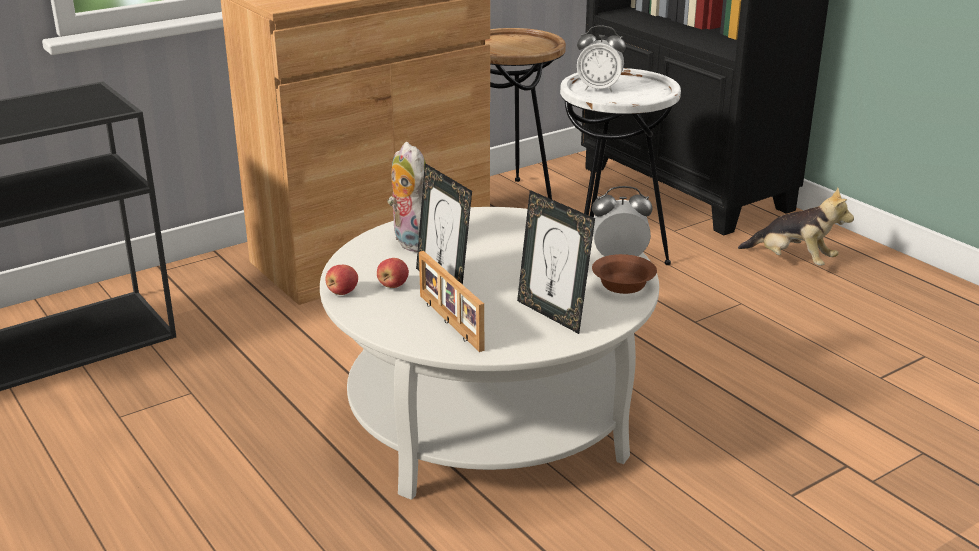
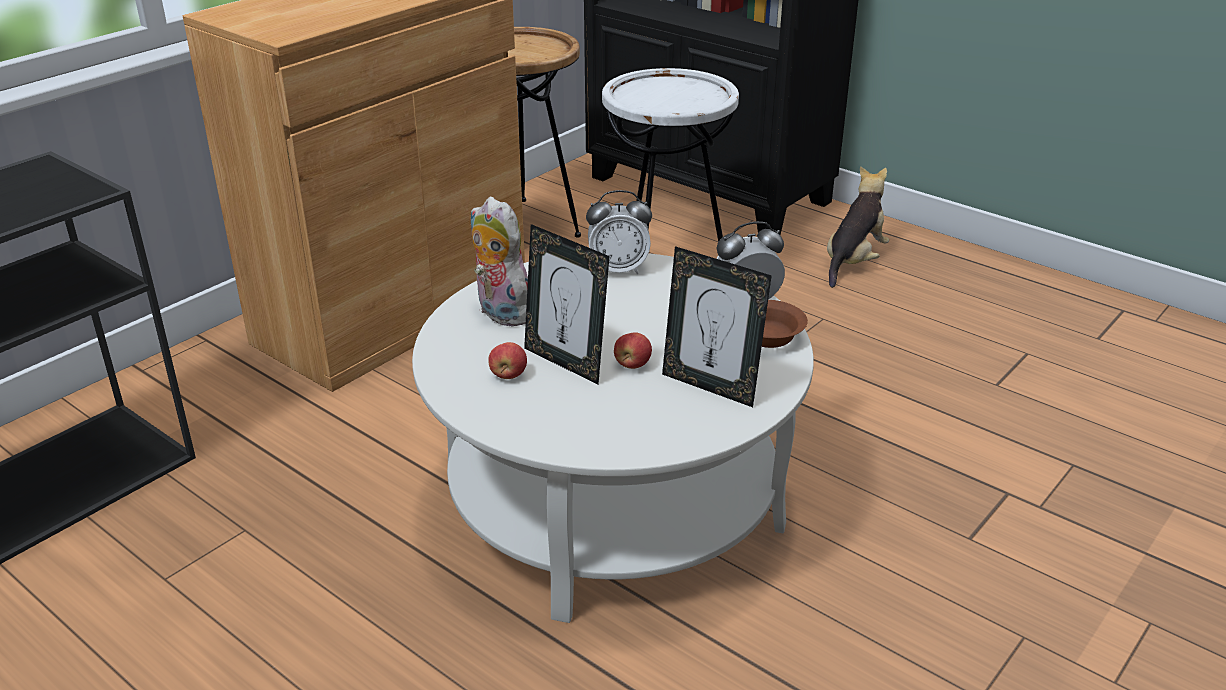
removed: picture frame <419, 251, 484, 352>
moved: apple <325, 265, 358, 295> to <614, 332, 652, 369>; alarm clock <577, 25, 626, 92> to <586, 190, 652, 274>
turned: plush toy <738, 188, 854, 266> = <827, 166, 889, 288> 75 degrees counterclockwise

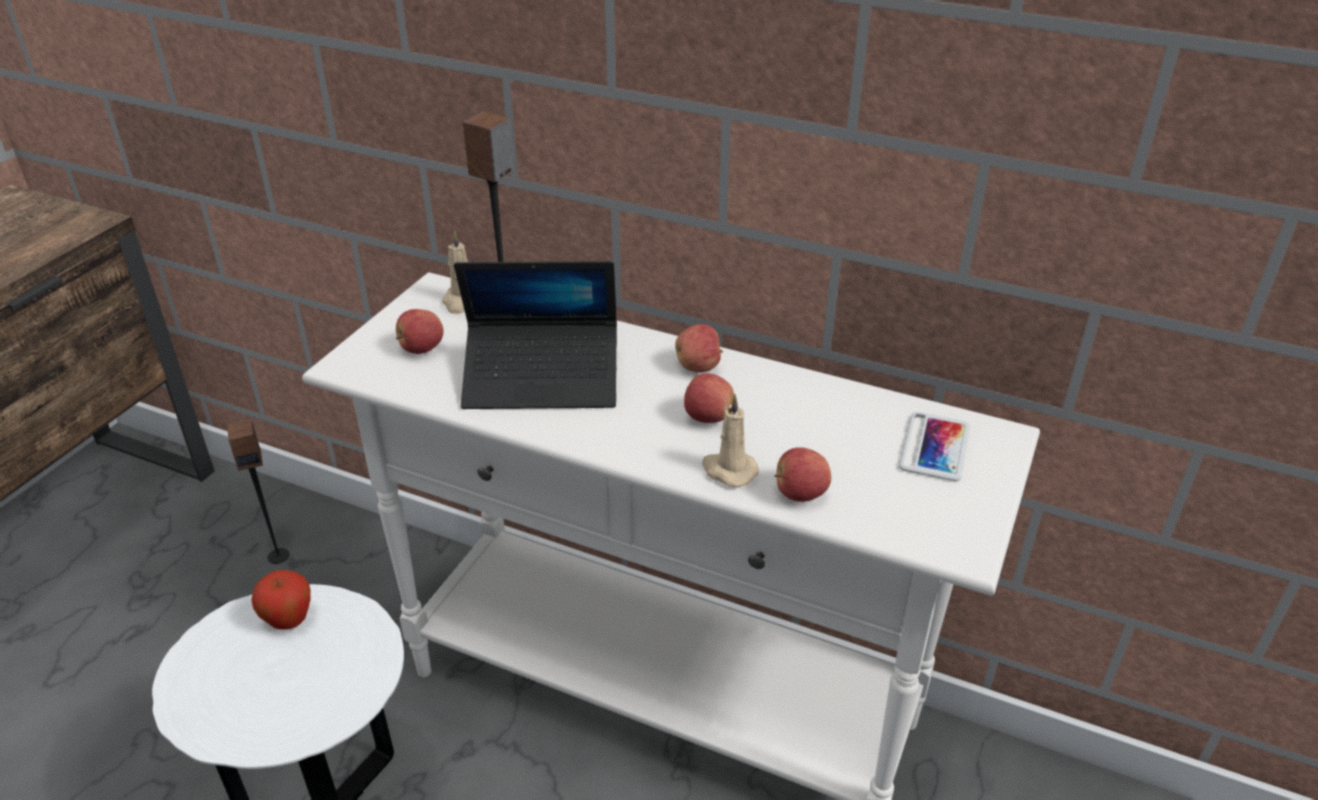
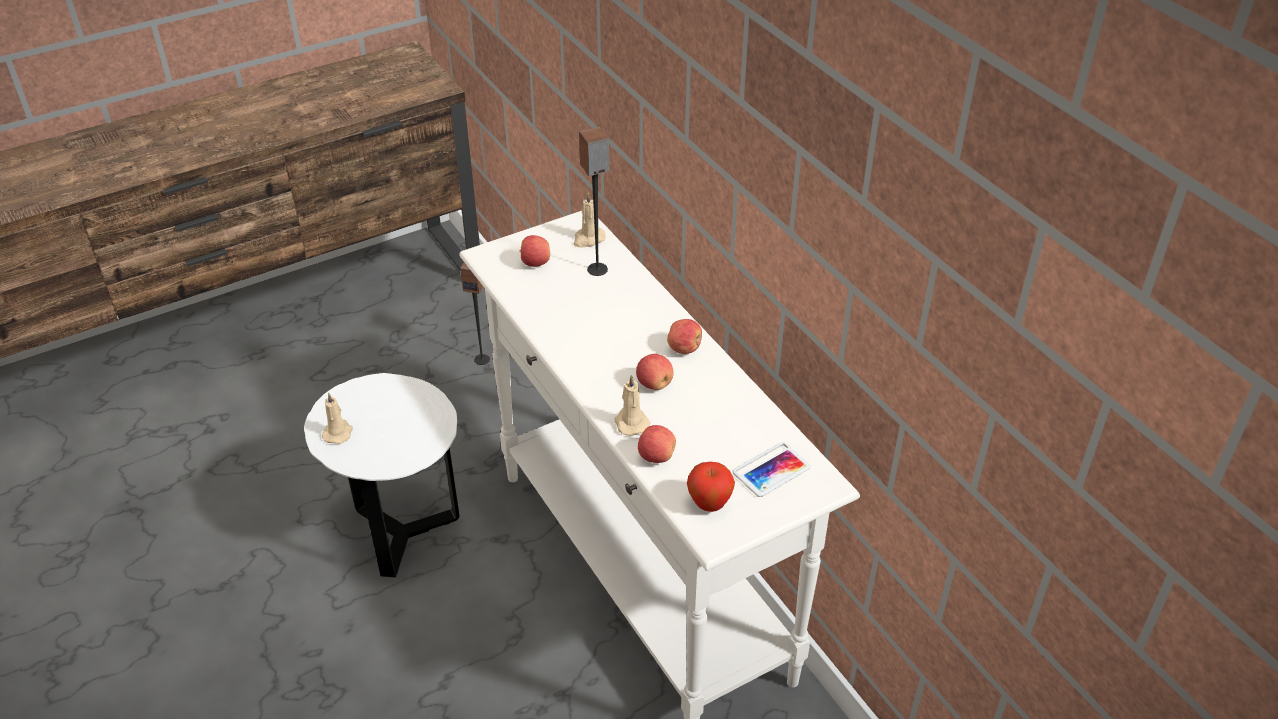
removed: laptop <454, 261, 617, 409>
added: candle in beige <322, 393, 353, 444>
moved: apple <251, 570, 311, 630> to <687, 462, 735, 512>

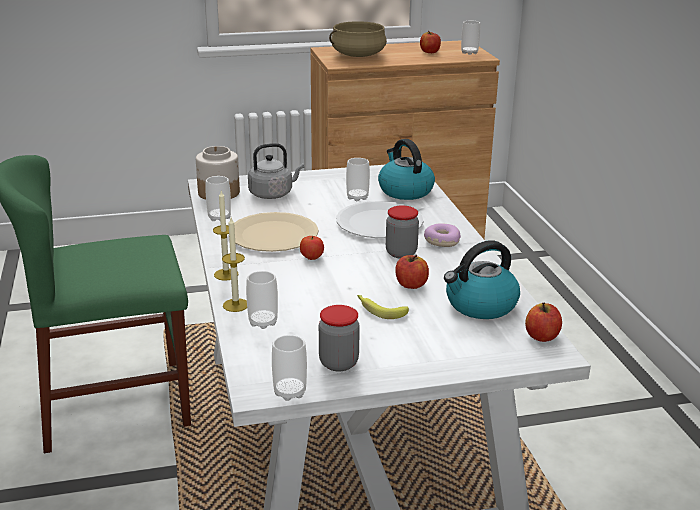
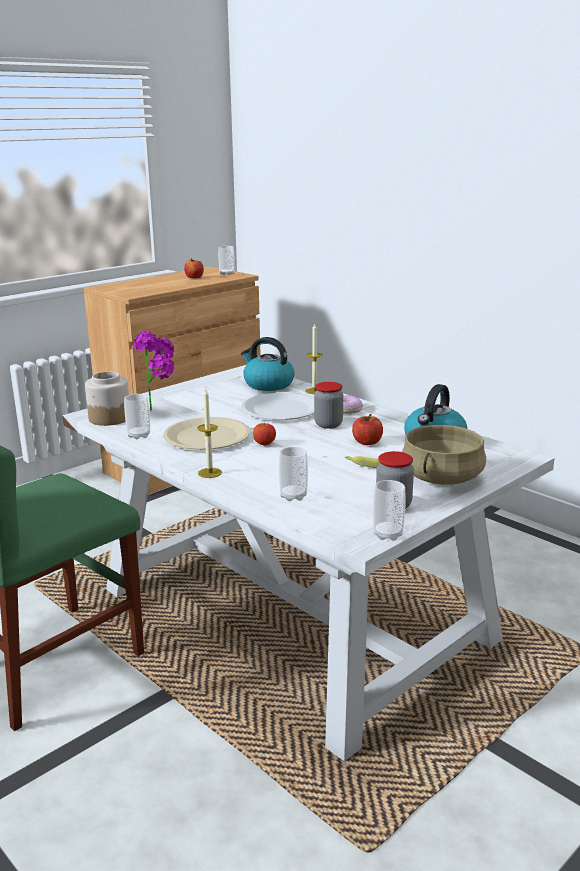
removed: cup <346, 158, 370, 201>; apple <525, 303, 562, 342>
moved: candle <222, 217, 247, 312> to <305, 323, 322, 394>; cooking pot in beige <329, 21, 387, 57> to <402, 425, 486, 485>
replaced: kettle in grey <248, 143, 304, 199> to potted plant <133, 332, 175, 410>

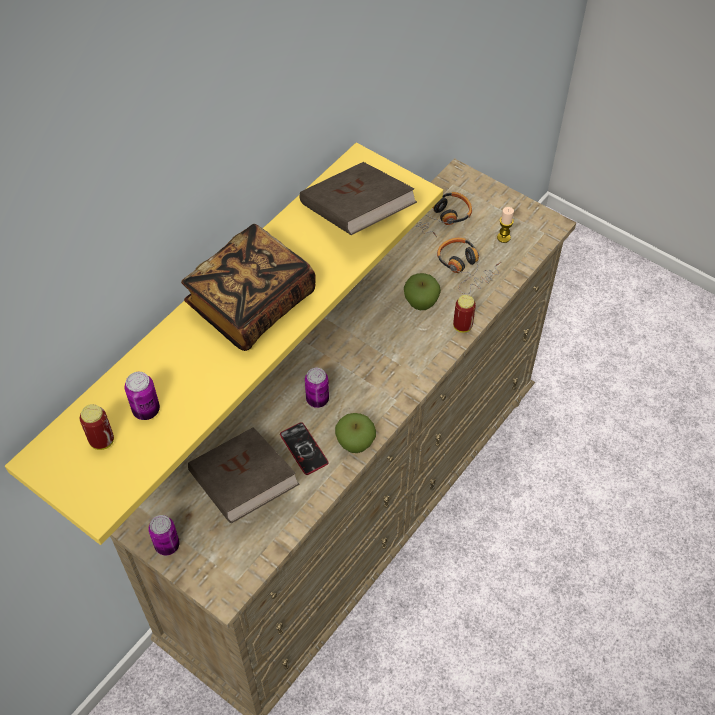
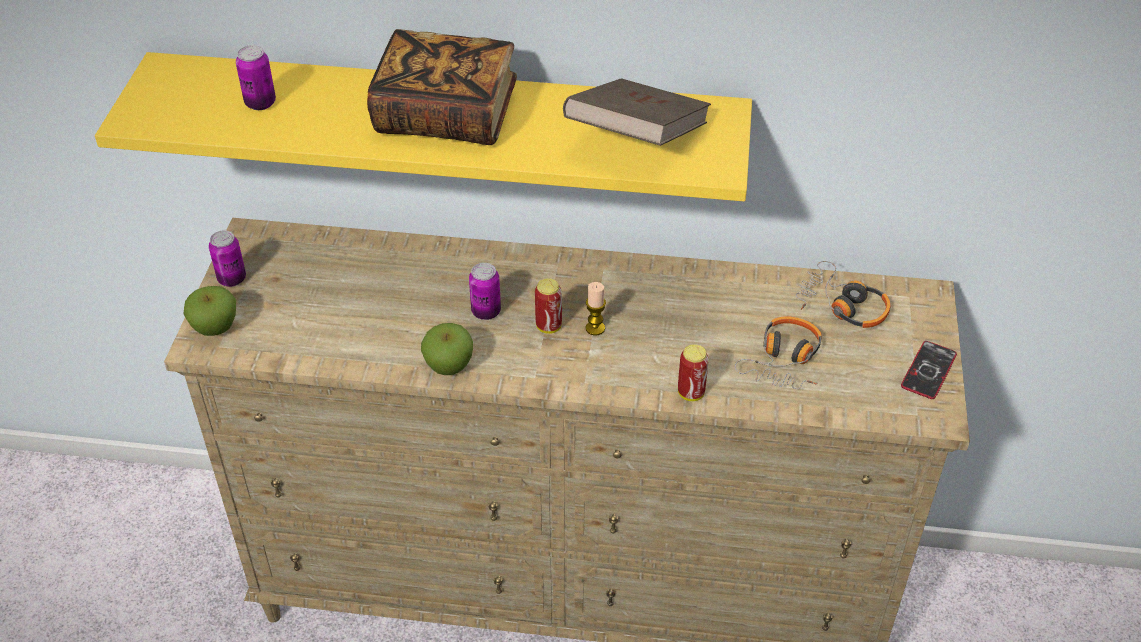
removed: book in brown <188, 427, 300, 523>
moved: can <80, 404, 114, 450> to <535, 278, 562, 334>; phone <280, 422, 329, 475> to <901, 341, 957, 399>; apple <404, 273, 441, 310> to <183, 286, 236, 336>; candle <497, 207, 514, 243> to <586, 282, 606, 336>

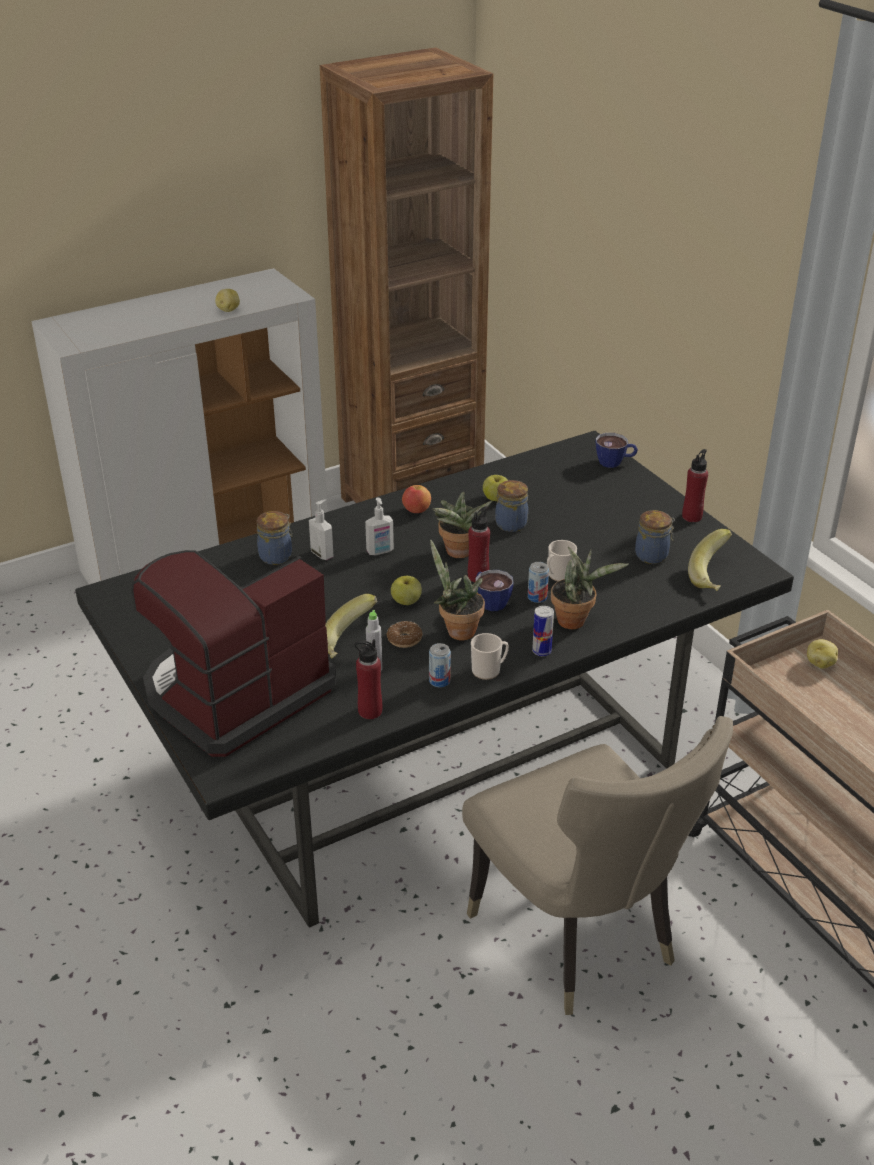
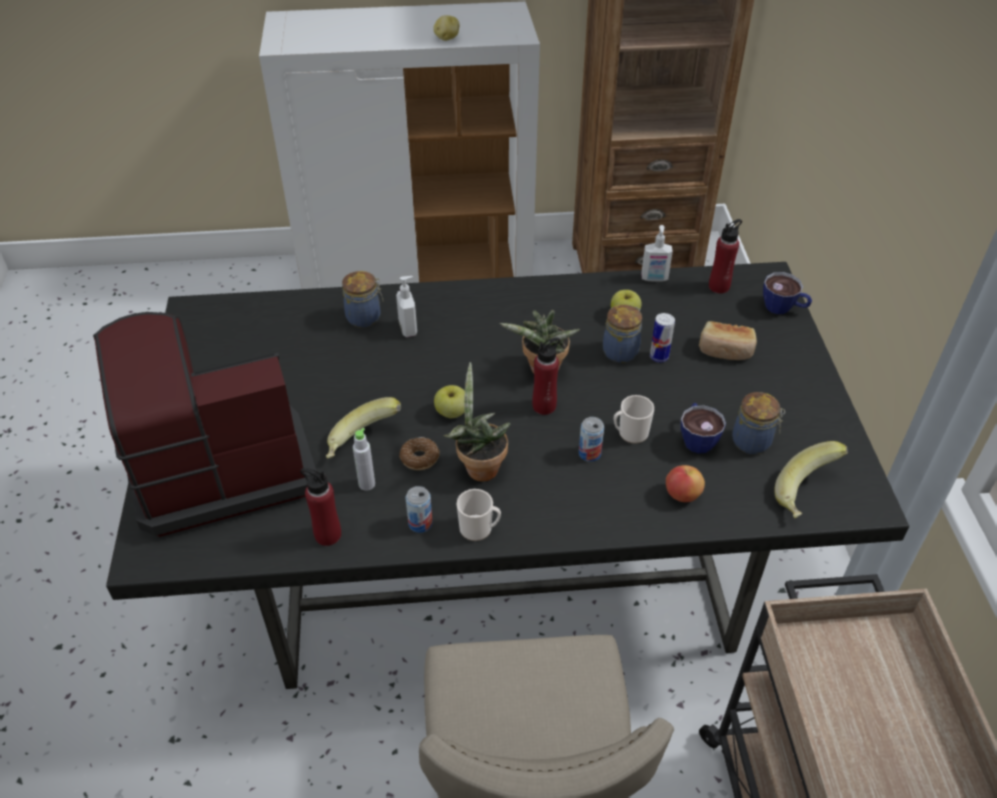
removed: potted plant <551, 547, 629, 629>; potato <807, 639, 838, 669>
added: bread <699, 321, 757, 360>
moved: soap dispenser <365, 497, 394, 555> to <641, 225, 673, 282>; apple <402, 485, 431, 513> to <666, 465, 705, 502>; cup <475, 570, 513, 611> to <680, 403, 726, 454>; can <532, 606, 554, 656> to <650, 313, 675, 362>; bottle in red <682, 449, 708, 522> to <709, 219, 742, 294>

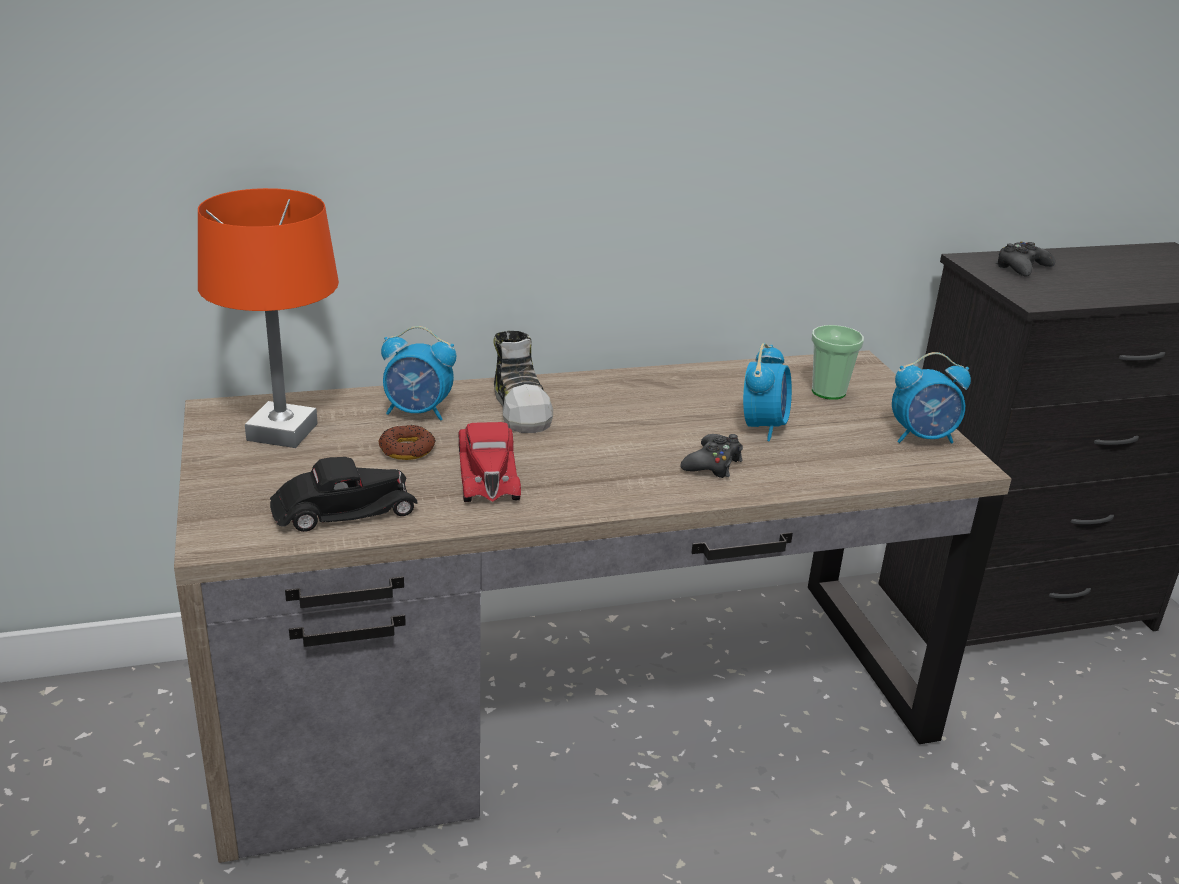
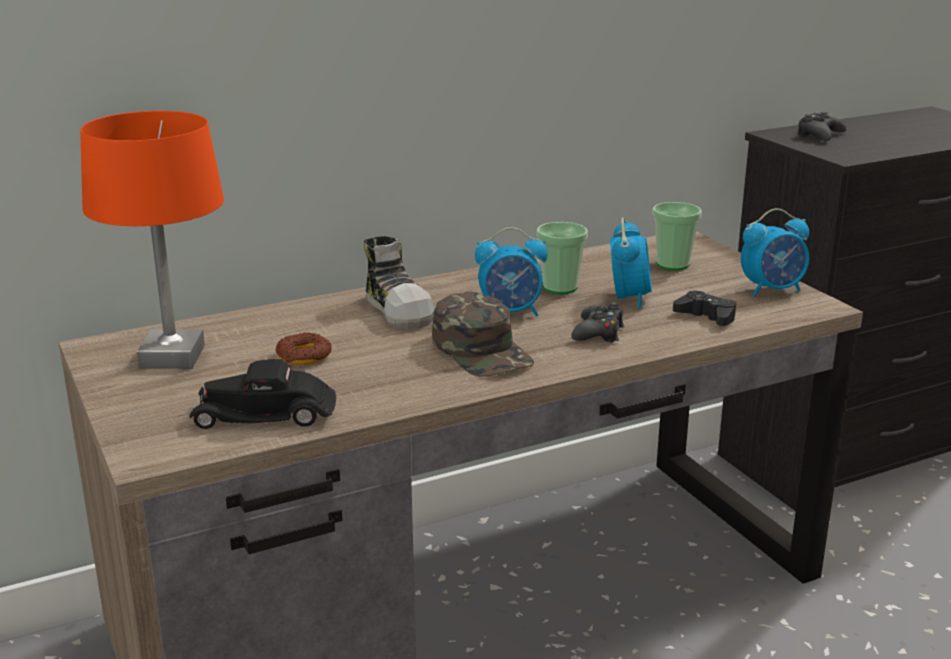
removed: toy car in red <458, 422, 521, 502>
added: cap in green <432, 291, 534, 376>; cup <537, 222, 588, 294>; game controller in black <673, 291, 736, 326>
moved: alarm clock <381, 326, 456, 421> to <475, 227, 548, 316>
turned: toy car in black <270, 457, 418, 532> = <190, 359, 336, 429> 150 degrees counterclockwise

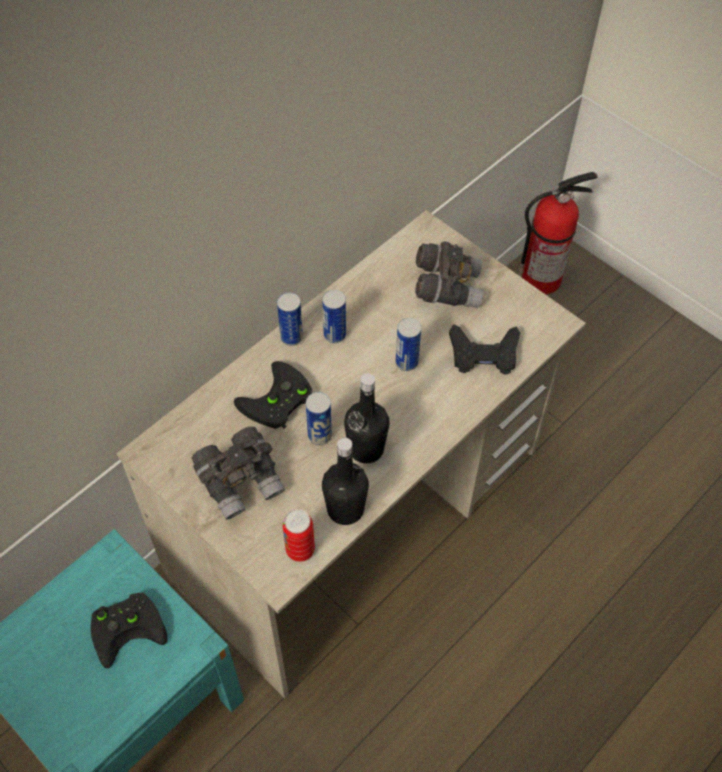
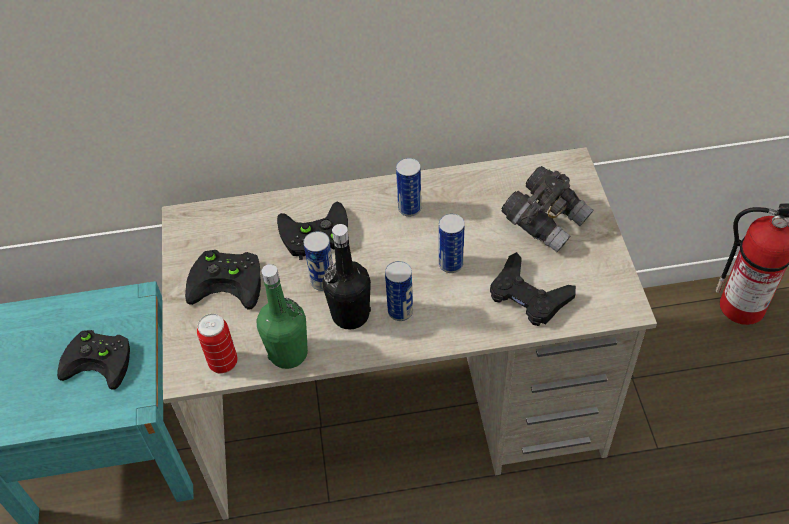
moved: can <277, 293, 303, 346> to <385, 261, 413, 321>
replaced: binoculars in grey <192, 426, 285, 520> to game controller in black <185, 250, 261, 309>
recoloured: bottle in black <322, 438, 369, 525> to bottle in green <257, 264, 308, 369>

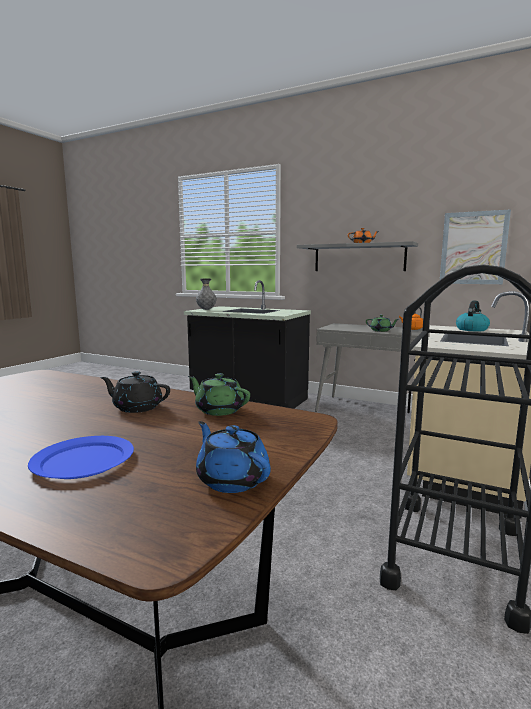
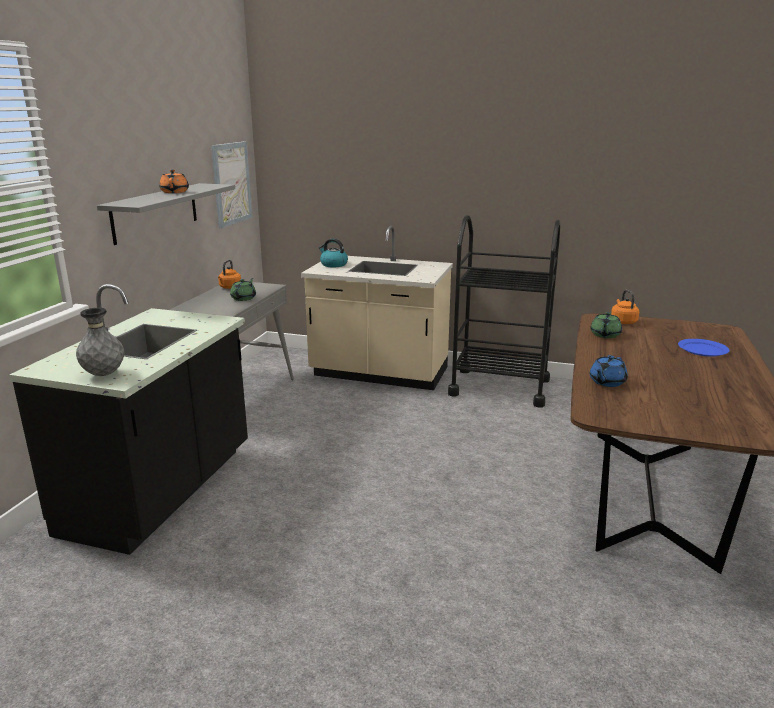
removed: teapot in black <100, 371, 170, 413>
added: kettle in orange <611, 290, 639, 324>
moved: teapot in blue <196, 421, 271, 493> to <590, 355, 628, 387>

